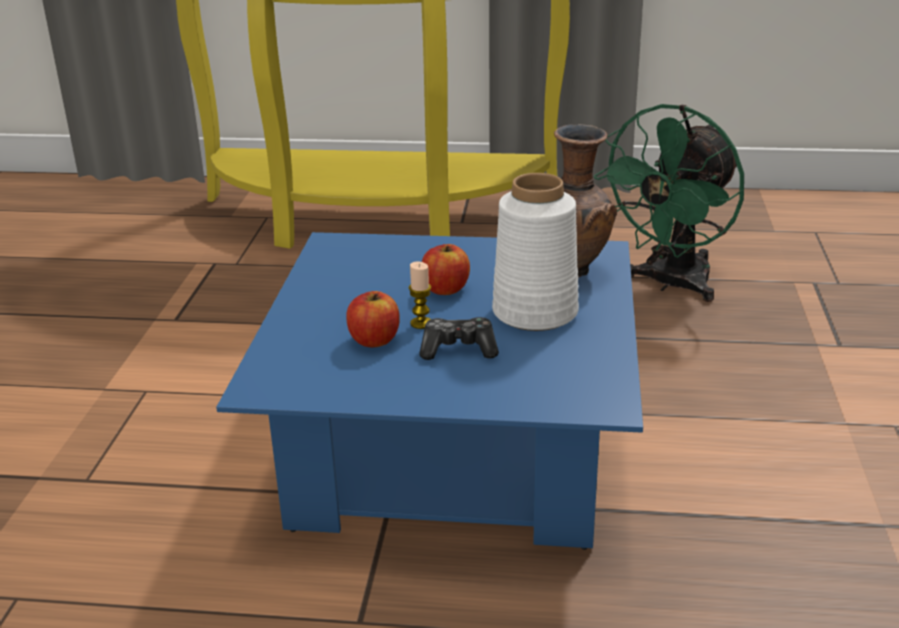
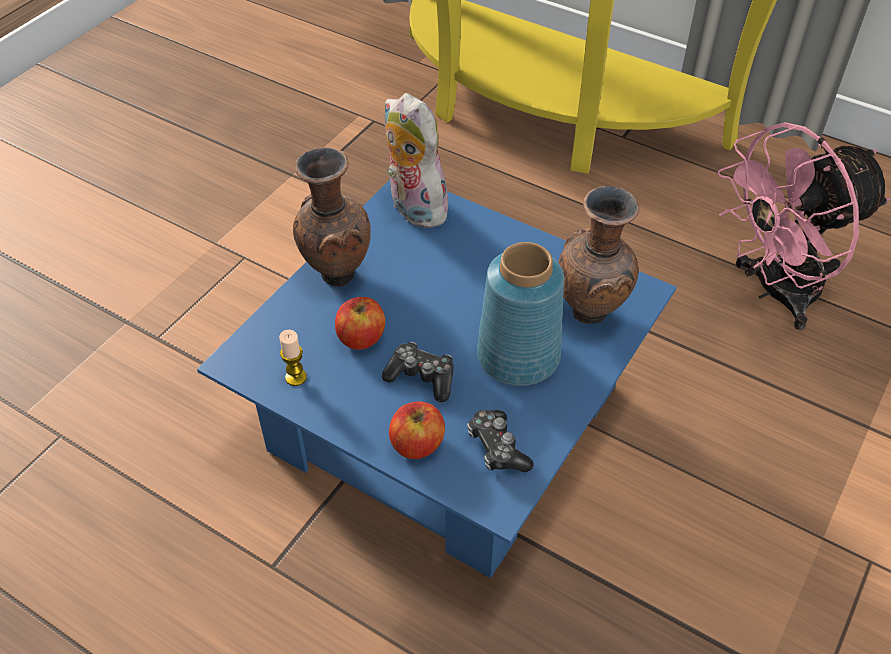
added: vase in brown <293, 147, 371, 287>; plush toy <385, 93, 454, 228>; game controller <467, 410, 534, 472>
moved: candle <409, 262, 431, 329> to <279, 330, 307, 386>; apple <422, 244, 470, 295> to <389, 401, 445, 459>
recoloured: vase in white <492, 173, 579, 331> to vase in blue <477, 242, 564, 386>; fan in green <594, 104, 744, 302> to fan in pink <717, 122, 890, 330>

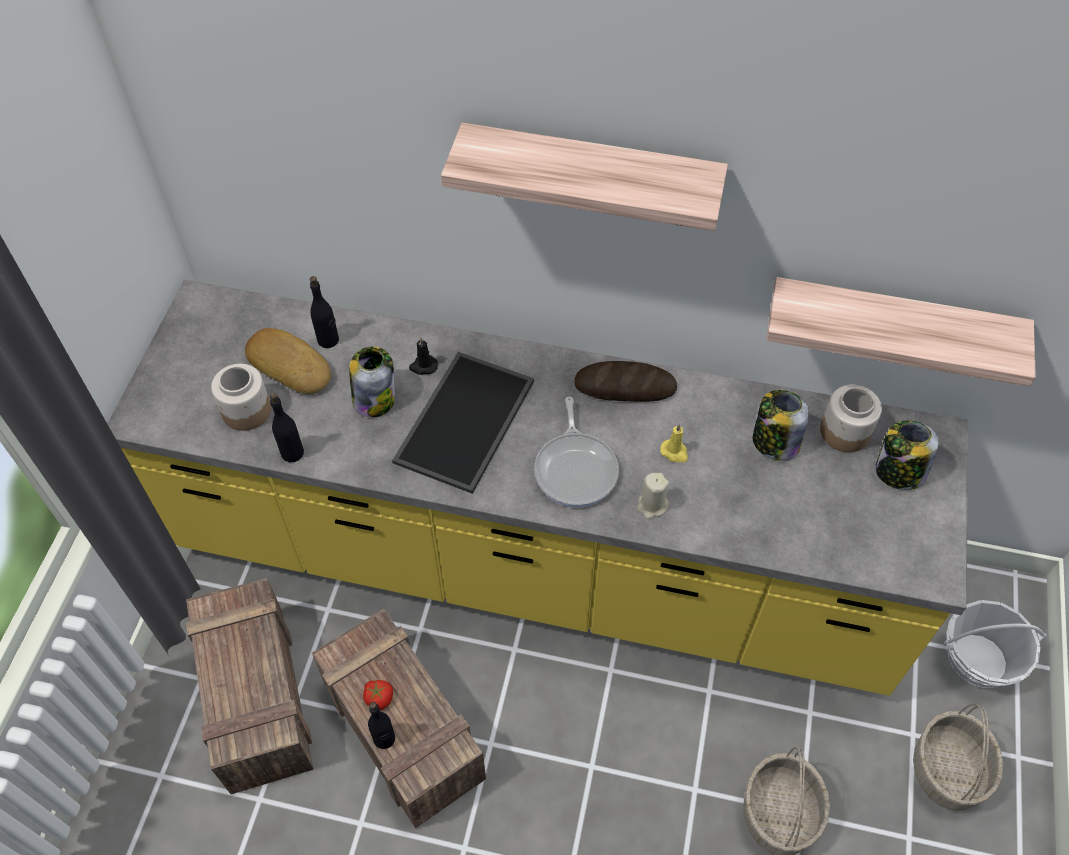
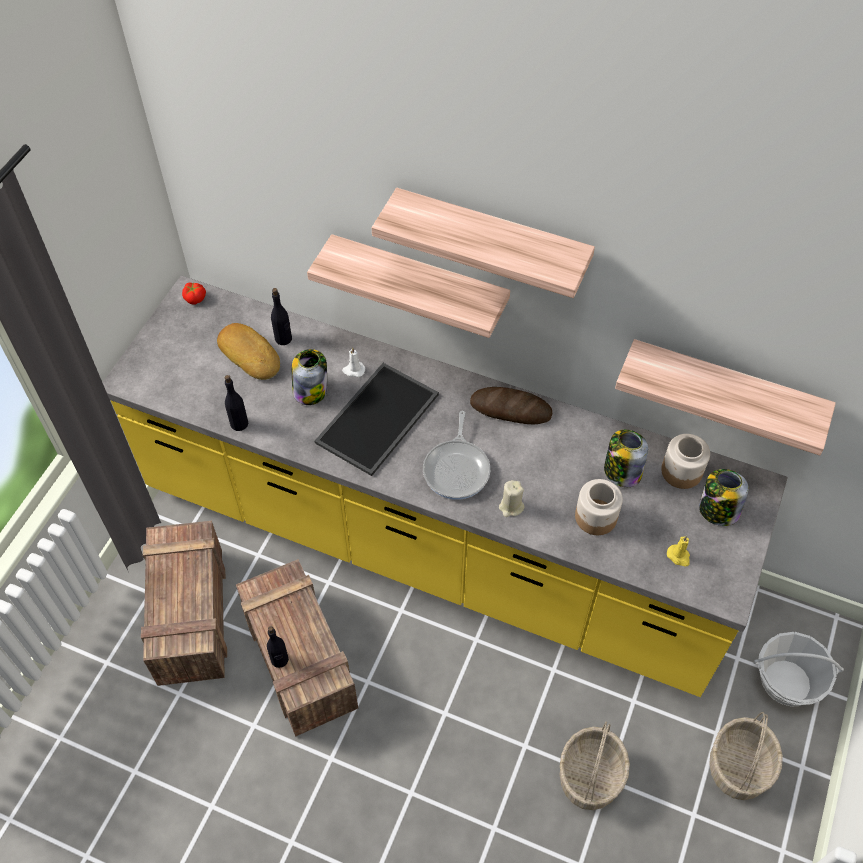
added: shelf <307, 234, 510, 338>
moved: jar <211, 364, 271, 431> to <575, 479, 623, 535>; tomato <363, 680, 393, 710> to <182, 282, 206, 305>; candle in yellow <660, 424, 688, 462> to <667, 536, 690, 567>
recoloured: candle in black <409, 337, 438, 375> to candle in white <342, 347, 365, 377>

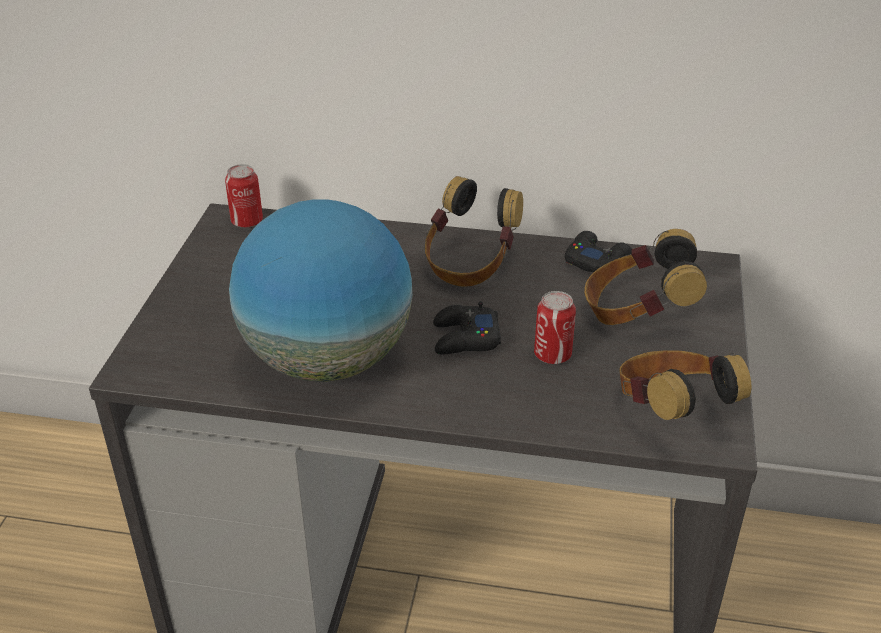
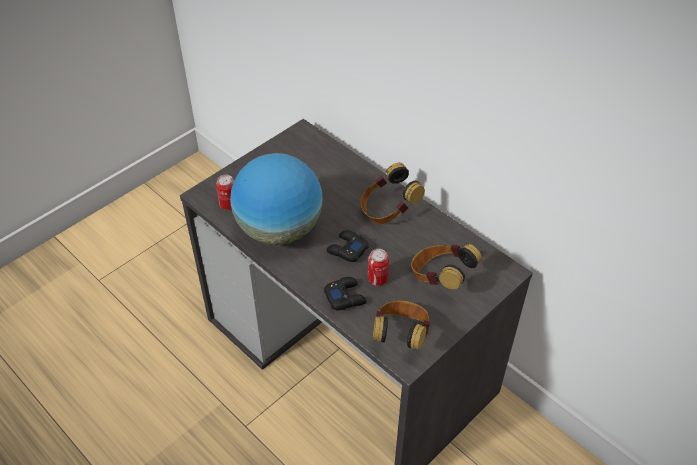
moved: can <225, 164, 263, 228> to <216, 175, 234, 210>; game controller in black <565, 231, 632, 273> to <324, 277, 367, 310>

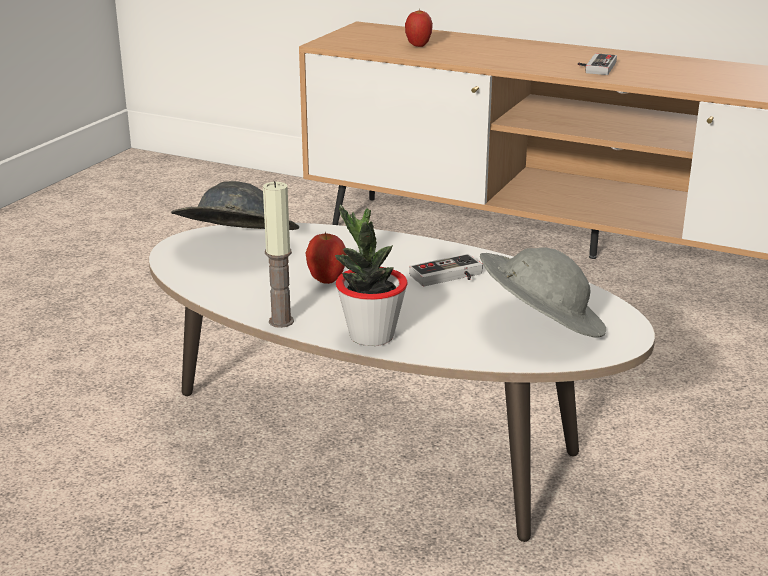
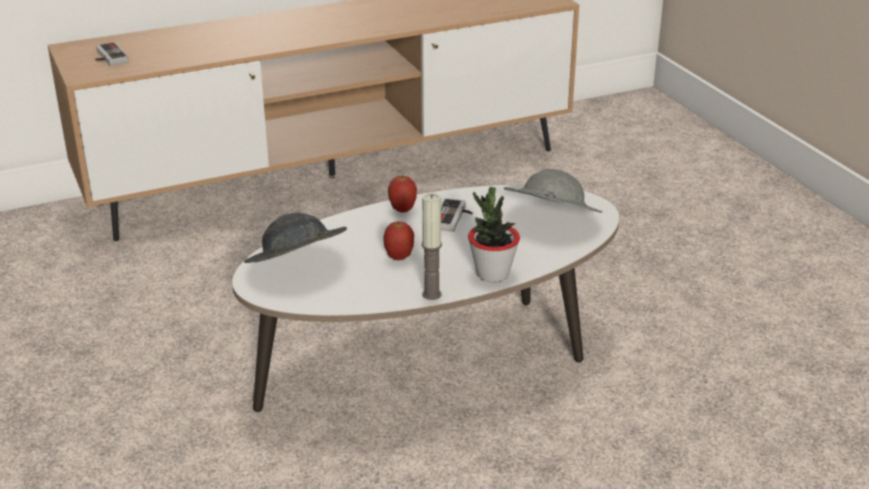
moved: apple <405, 8, 433, 47> to <388, 175, 417, 212>; game controller <578, 53, 617, 75> to <95, 42, 129, 66>

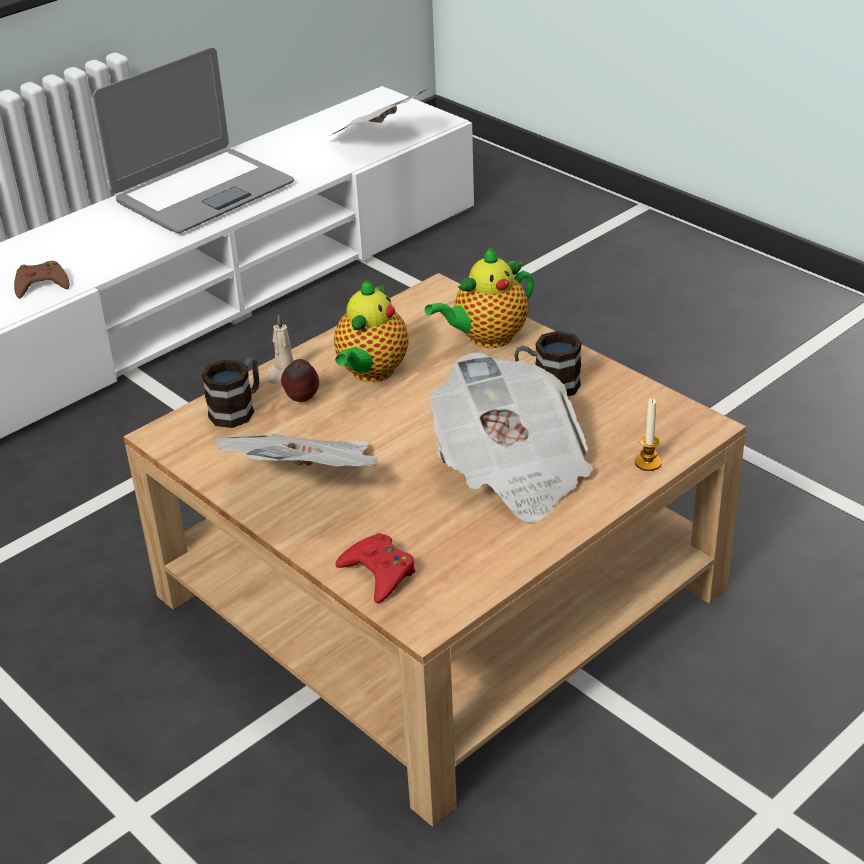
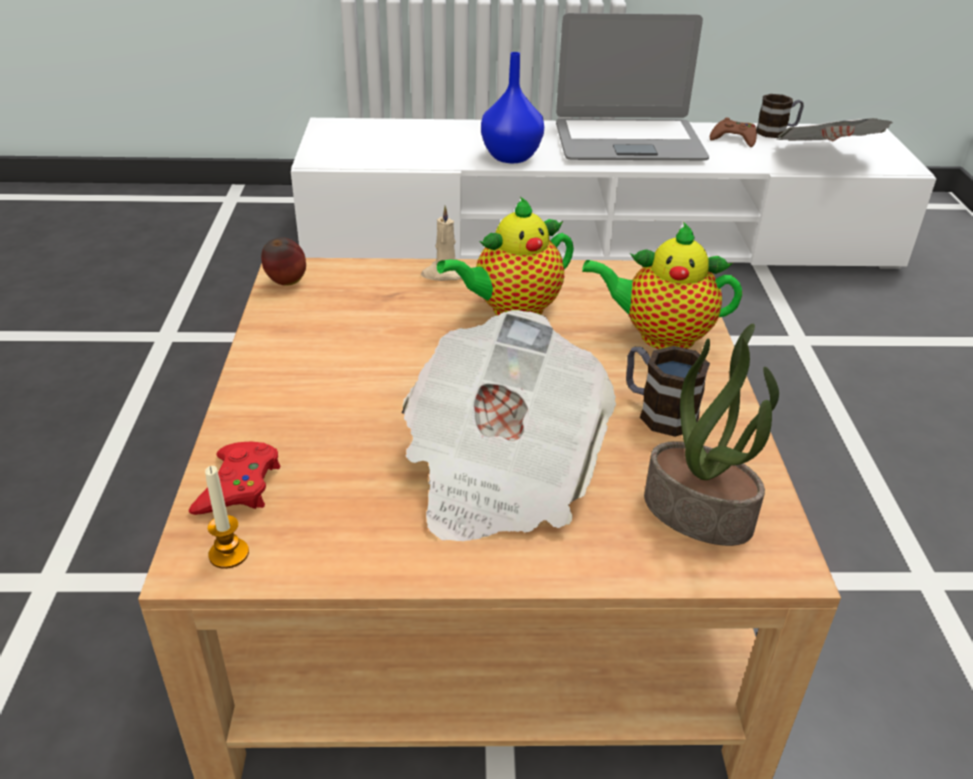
removed: newspaper <215, 434, 377, 466>
added: vase in blue <481, 52, 544, 163>; potted plant <644, 324, 779, 546>
moved: game controller in brown <14, 261, 70, 298> to <710, 118, 757, 147>; mug <201, 357, 259, 428> to <756, 94, 804, 138>; apple <281, 359, 319, 402> to <261, 237, 306, 286>; candle <635, 398, 662, 471> to <205, 466, 249, 569>

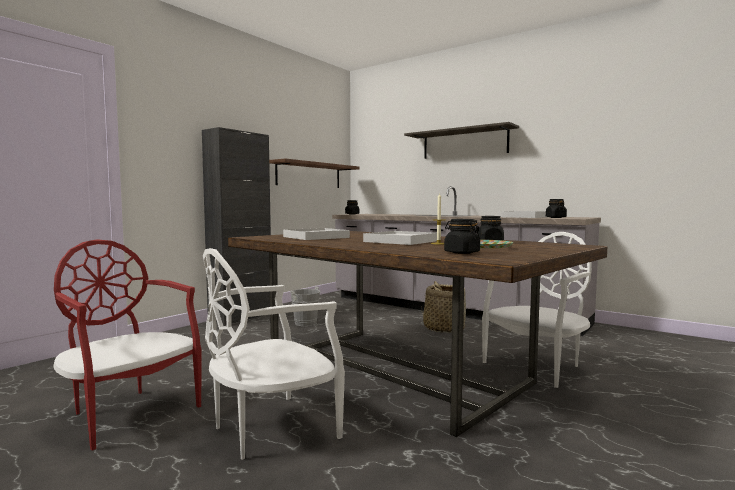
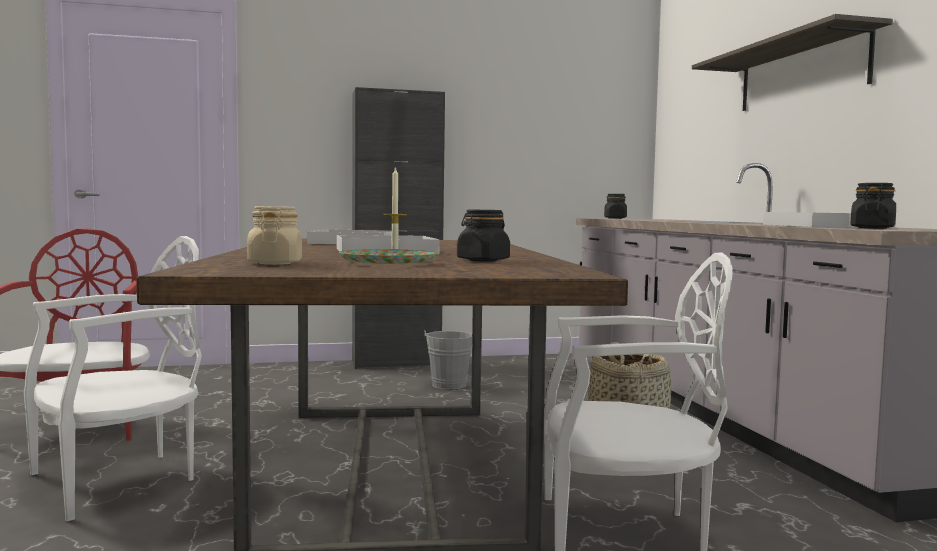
removed: shelf in brown <269, 159, 360, 188>
recoloured: jar in black <444, 219, 480, 254> to jar in beige <247, 206, 302, 265>
turned: chair in white <203, 248, 345, 460> = <24, 236, 202, 521> 135 degrees clockwise

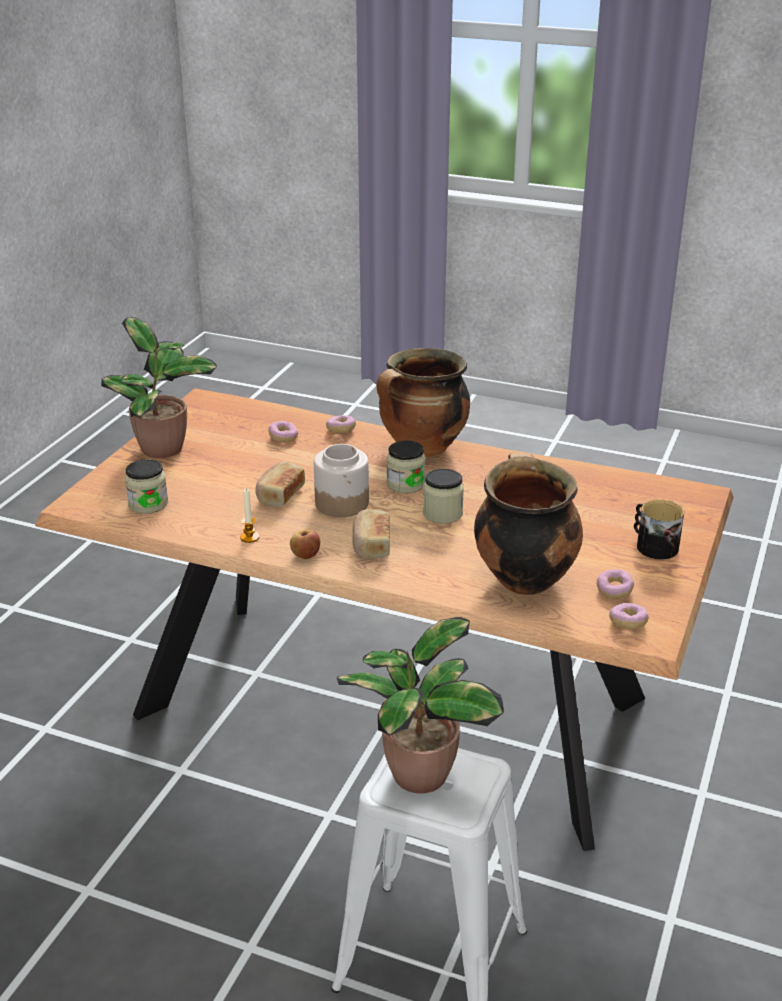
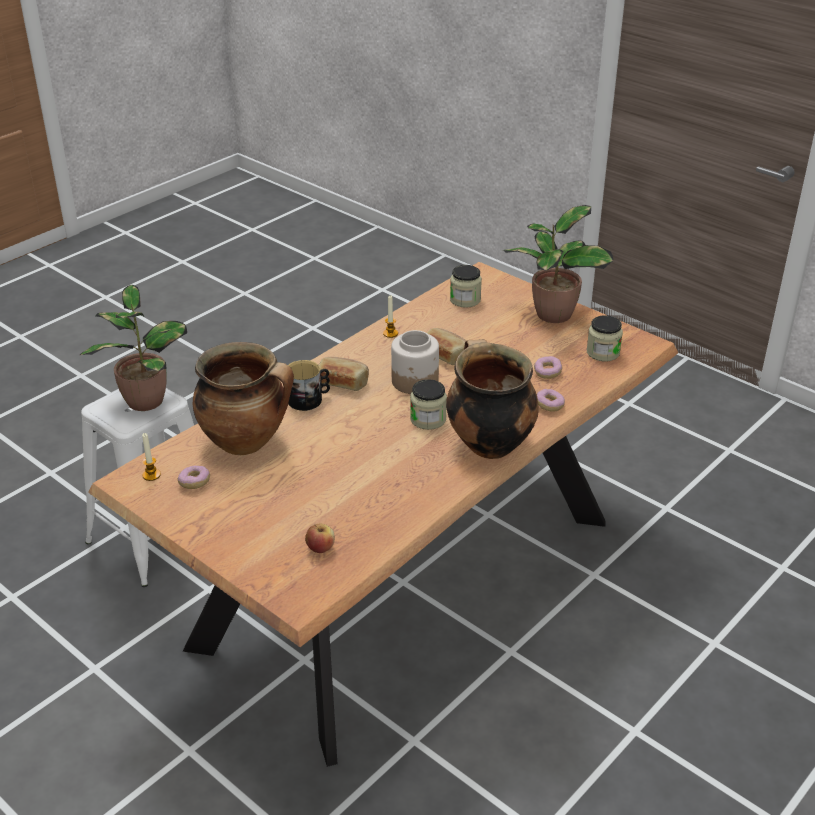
moved: apple <290, 530, 320, 559> to <305, 524, 335, 553>; jar <423, 469, 464, 524> to <587, 315, 623, 362>; mug <634, 499, 684, 559> to <288, 360, 330, 411>
replaced: donut <609, 603, 649, 629> to candle <142, 433, 161, 481>

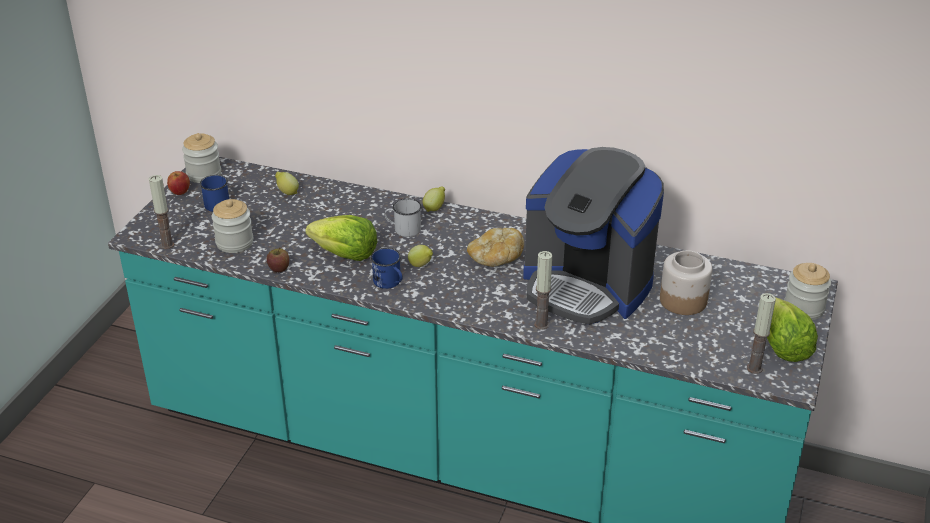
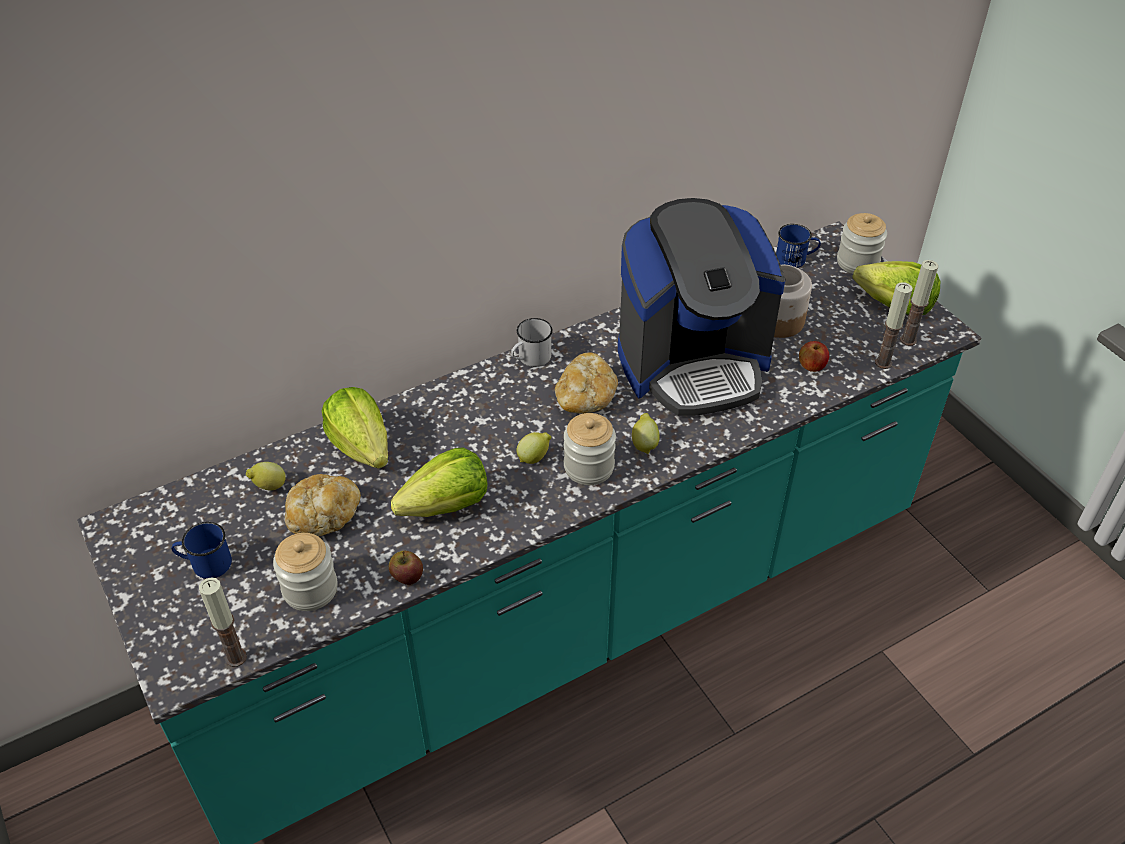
added: bread <285, 474, 361, 537>; lettuce <322, 387, 388, 469>
moved: apple <167, 171, 190, 195> to <799, 341, 829, 372>; jar <182, 133, 221, 183> to <564, 413, 616, 485>; mug in blue <370, 248, 403, 289> to <776, 224, 821, 268>; mug in white <384, 199, 421, 237> to <511, 318, 553, 367>; lemon <423, 187, 445, 212> to <632, 413, 660, 454>; candle <534, 251, 552, 330> to <875, 282, 913, 369>

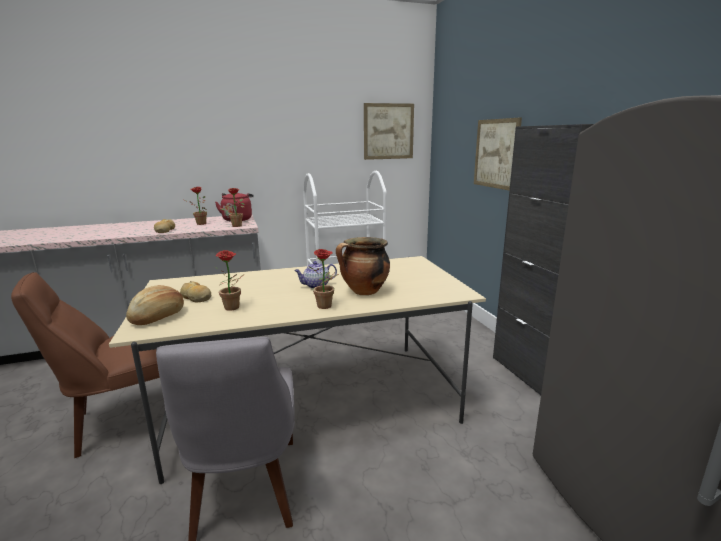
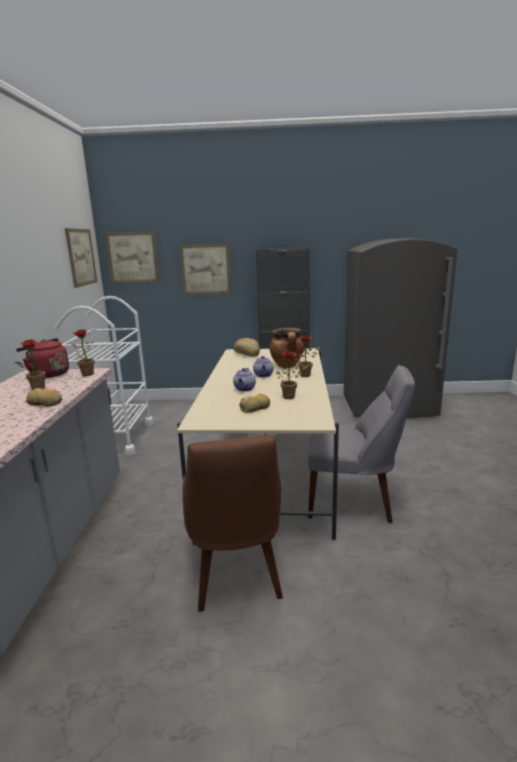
added: picture <105, 231, 160, 284>; teapot <233, 368, 256, 391>
moved: bread <126, 285, 184, 325> to <234, 338, 260, 357>

